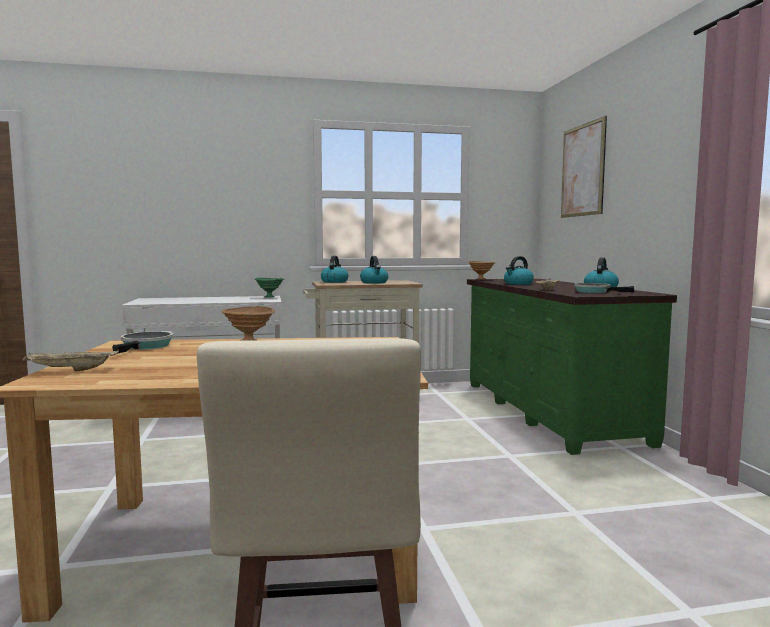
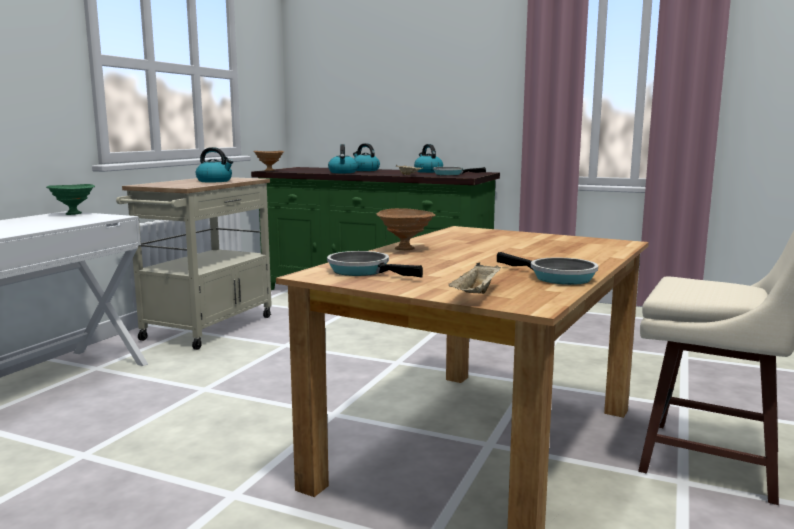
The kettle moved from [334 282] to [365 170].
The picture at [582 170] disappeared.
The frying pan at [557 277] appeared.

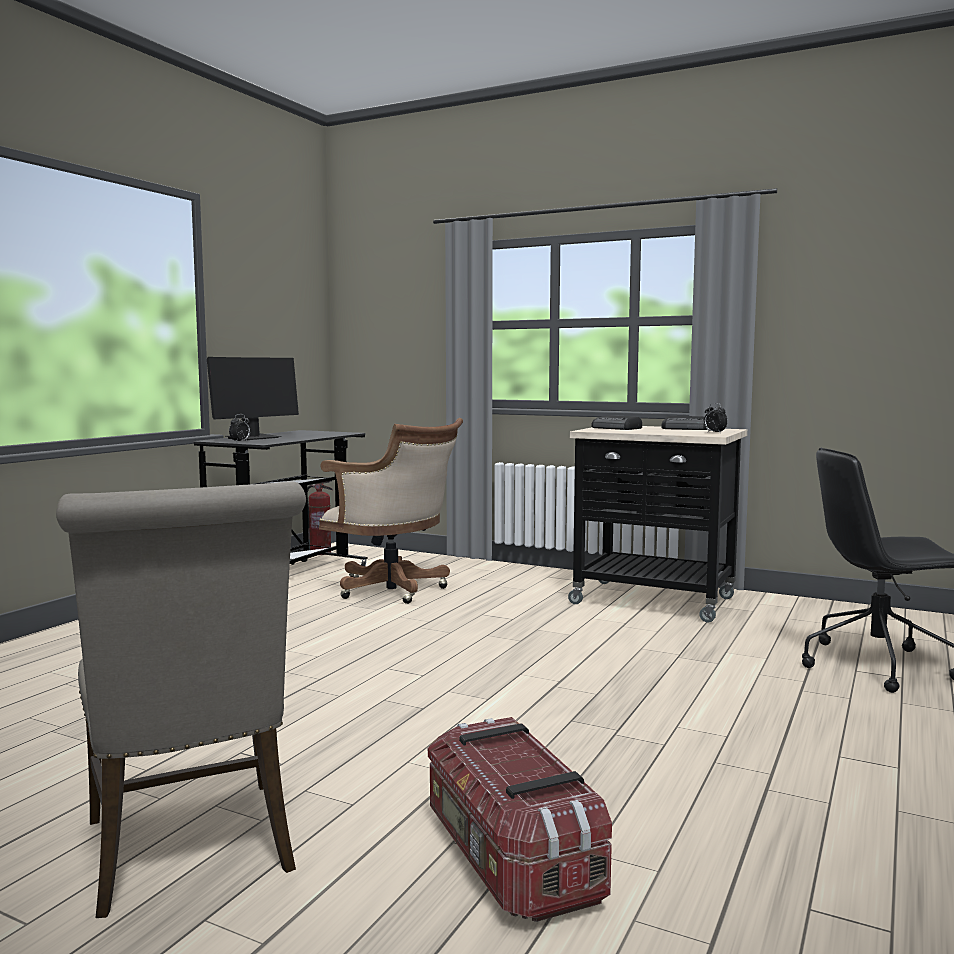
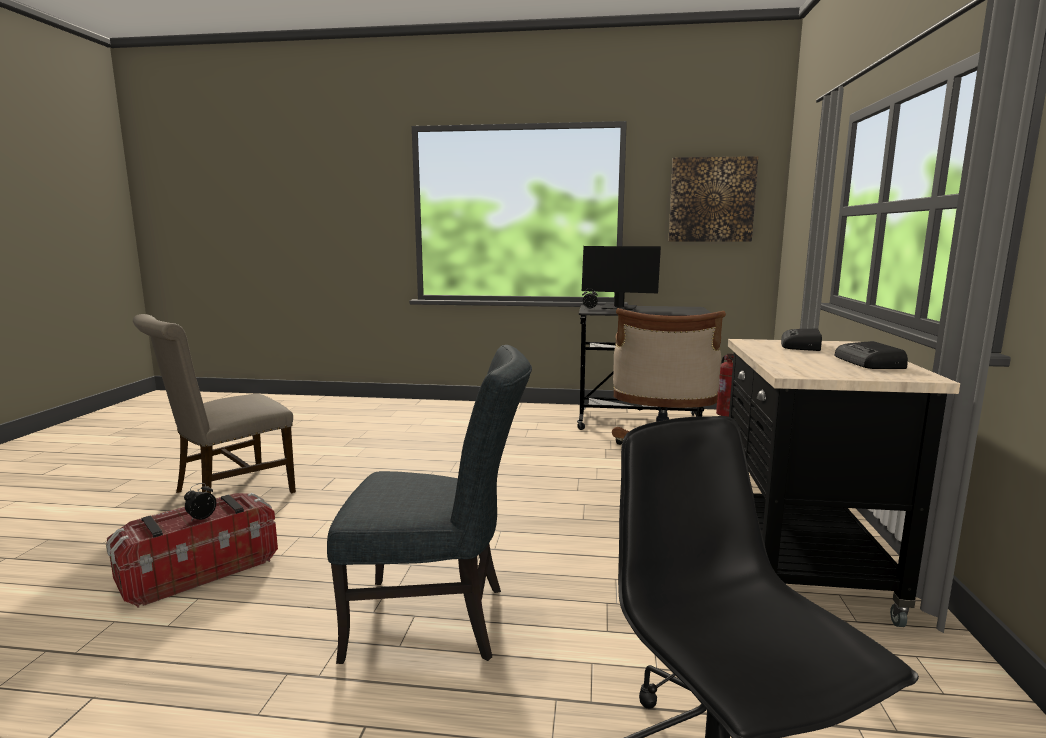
The alarm clock moved from [714 433] to [201 518].
The grey chair at [438 620] appeared.
The picture at [711 200] appeared.

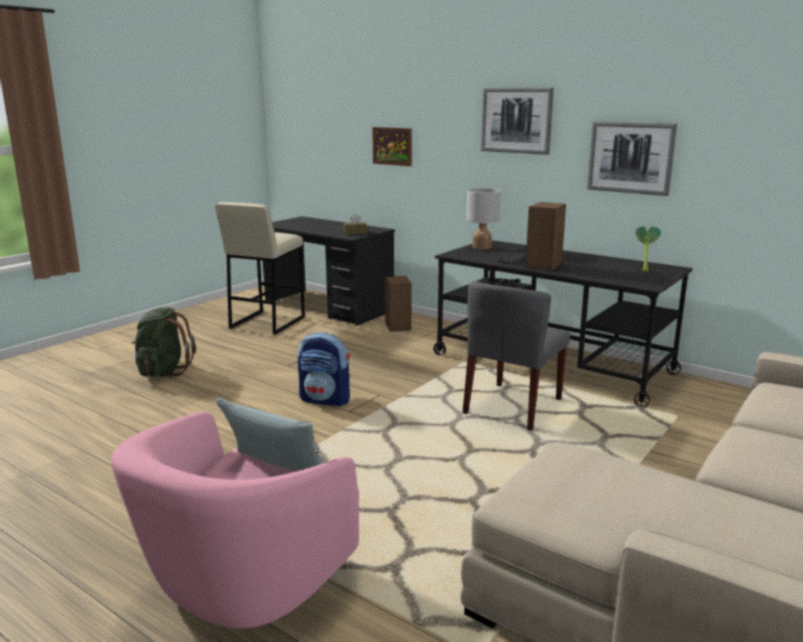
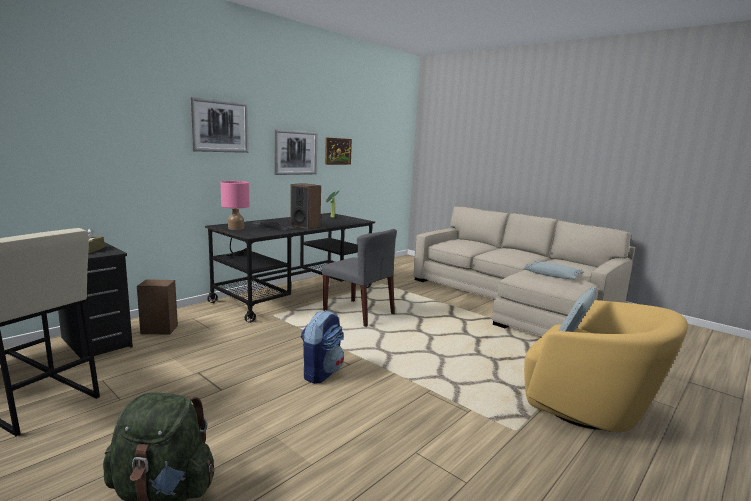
The pink armchair at [245 584] became the yellow armchair at [589 409].
The picture moved from [392 146] to [338 151].
The grey table lamp at [481 247] became the pink table lamp at [235 228].
The blue pillow at [552 274] appeared.

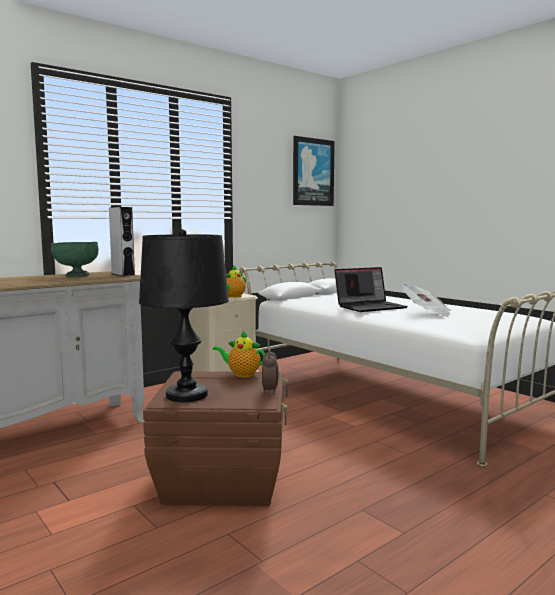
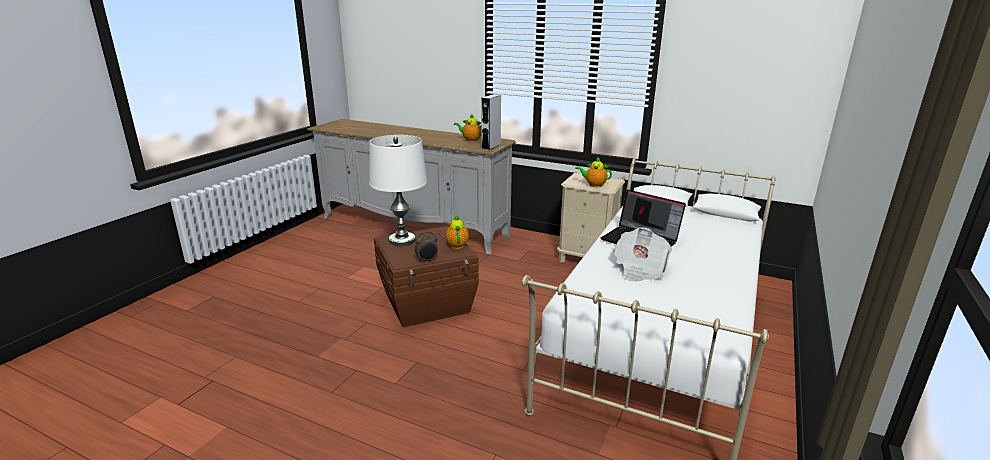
The green bowl at [76 275] was replaced by the teapot at [470 140].
The black table lamp at [186 395] became the white table lamp at [402 240].
The picture at [312 172] disappeared.

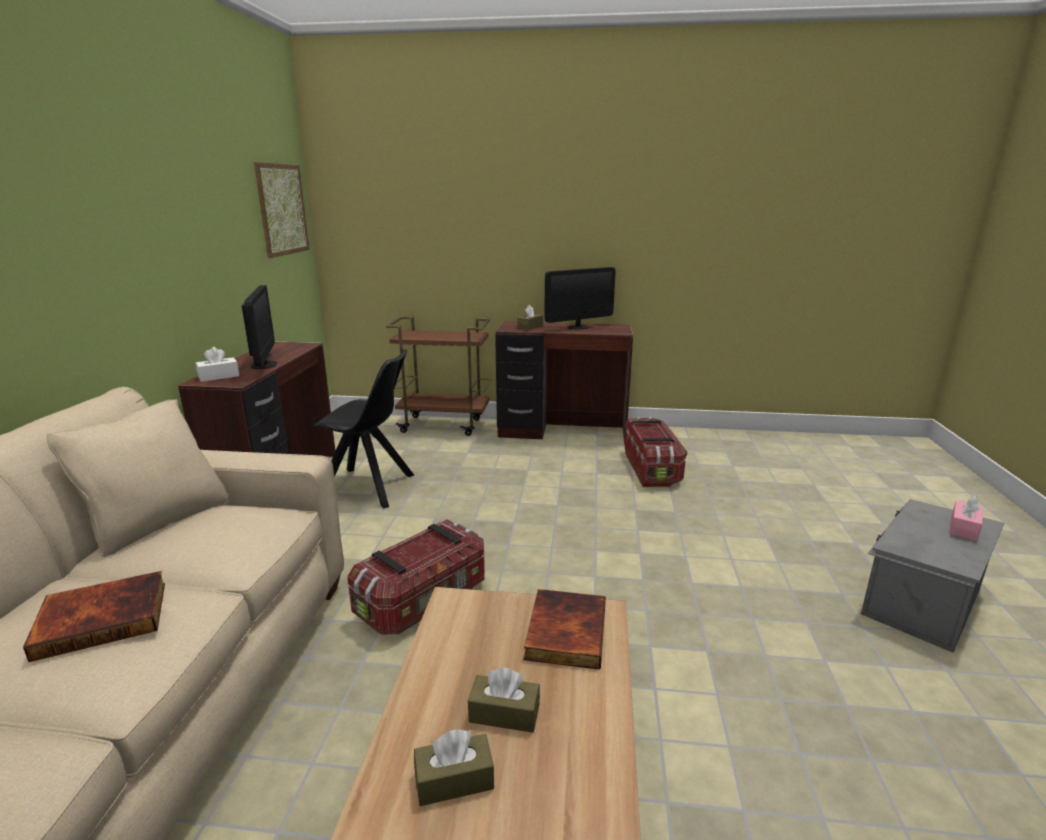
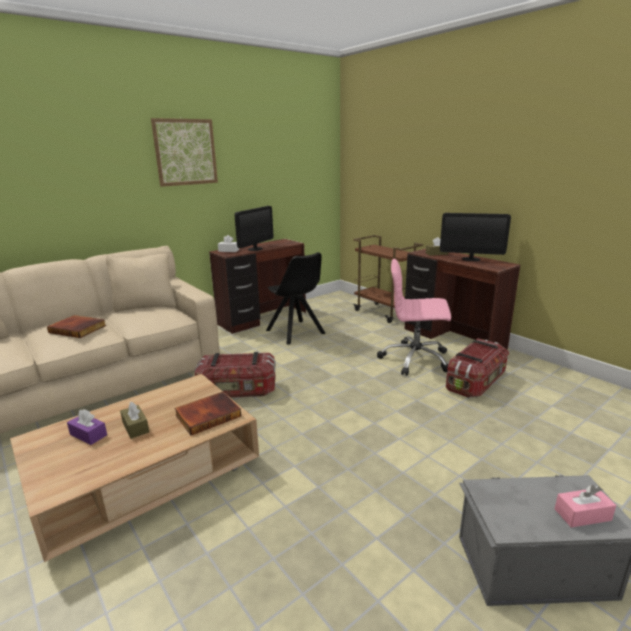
The picture moved from [282 208] to [185 151].
The brown tissue box at [454 780] became the purple tissue box at [88 435].
The pink office chair at [414 359] appeared.

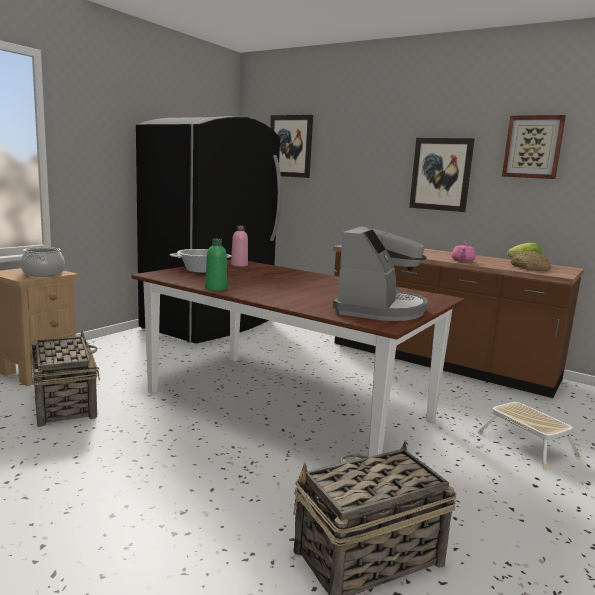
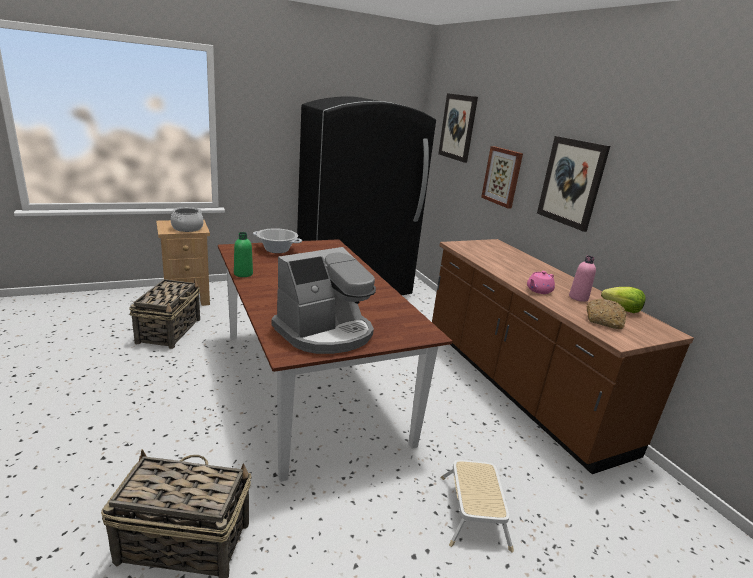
The pink bottle moved from [239 265] to [578 298].
The picture moved from [533 147] to [502 176].

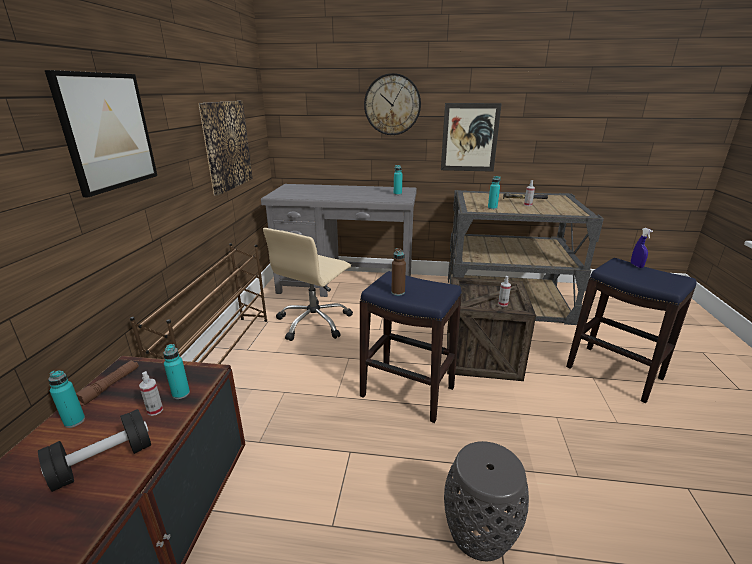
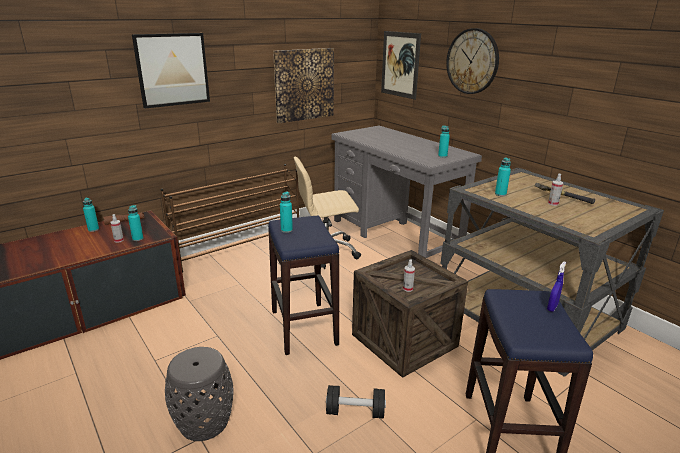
The black dumbbell moved from [103 462] to [355 411].
The brown bottle at [398 292] became the turquoise bottle at [286 230].
The picture moved from [469 138] to [400 64].

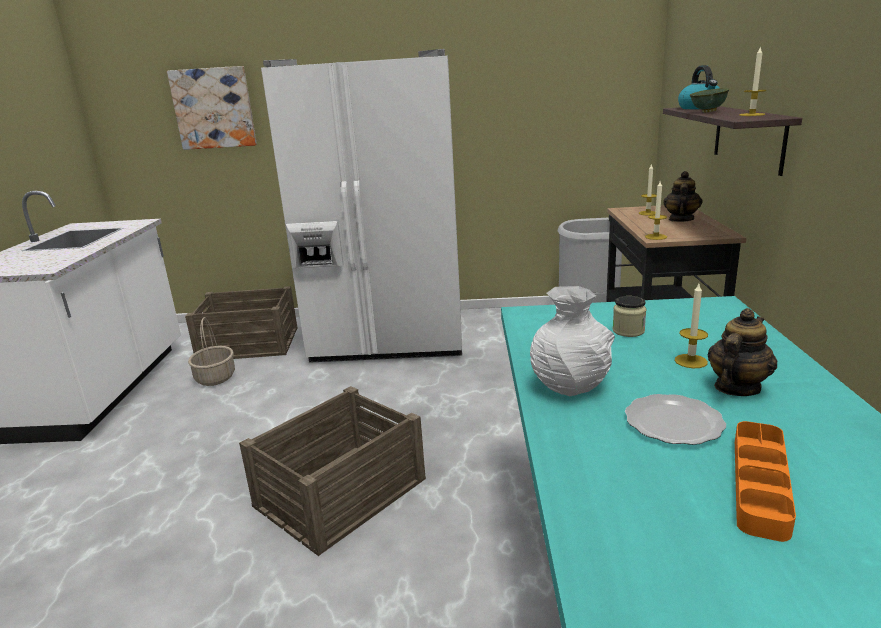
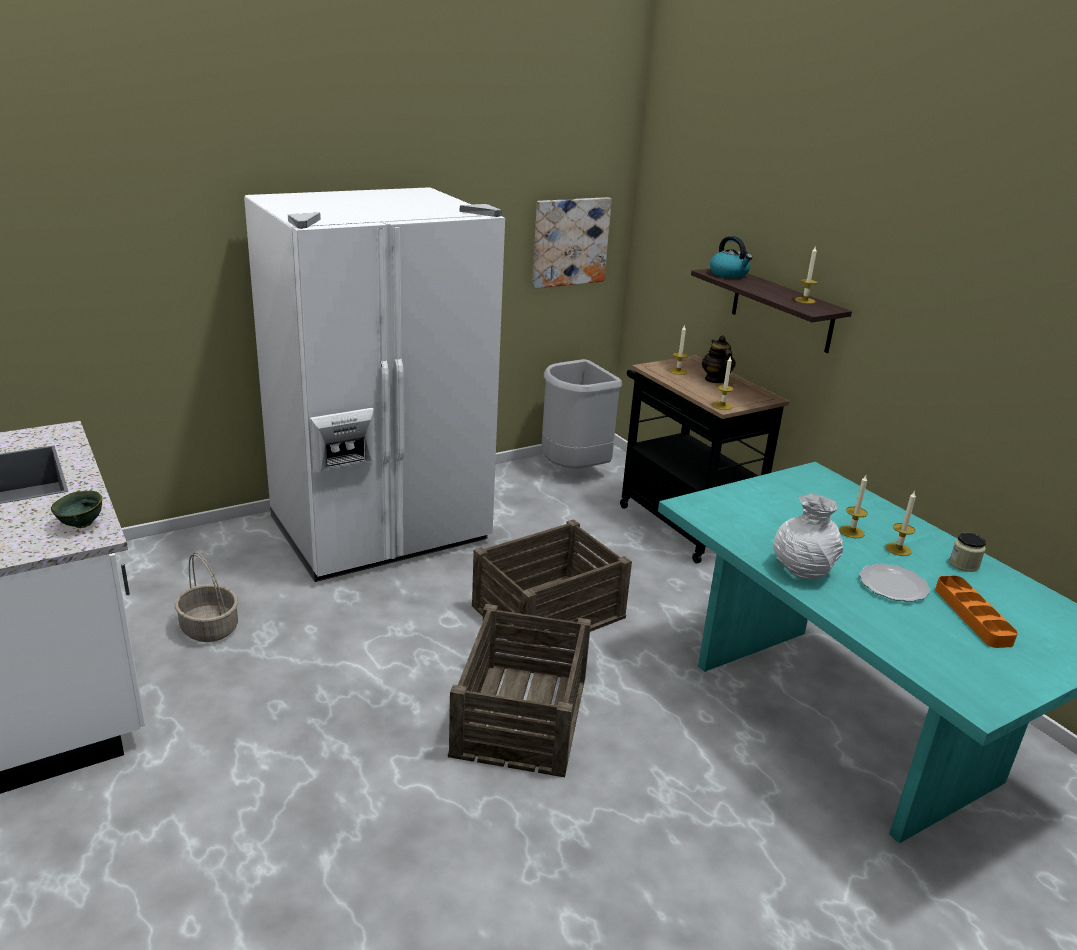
The picture moved from [213 108] to [570 242].
The crate moved from [248 343] to [547 611].
The jar moved from [628 331] to [964 564].
The green bowl moved from [708 112] to [82 525].
The teapot at [736 388] was replaced by the candle at [898 549].

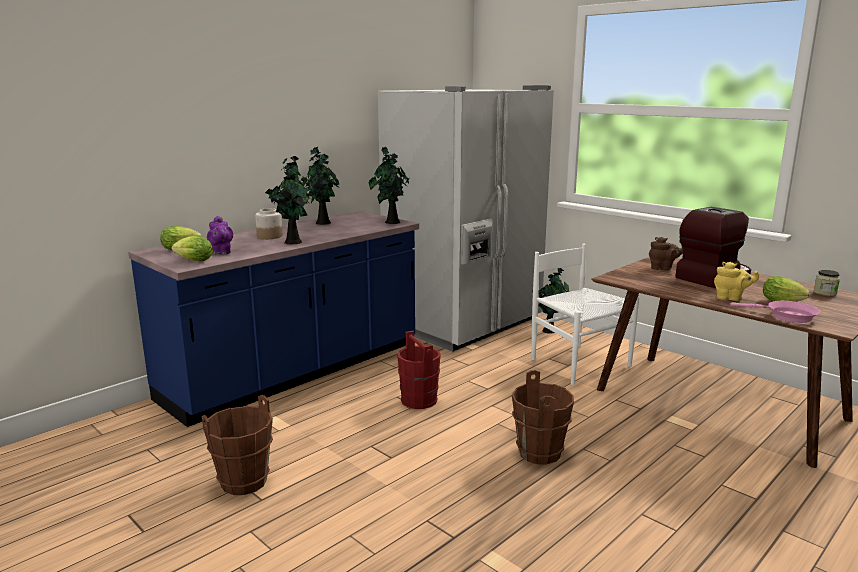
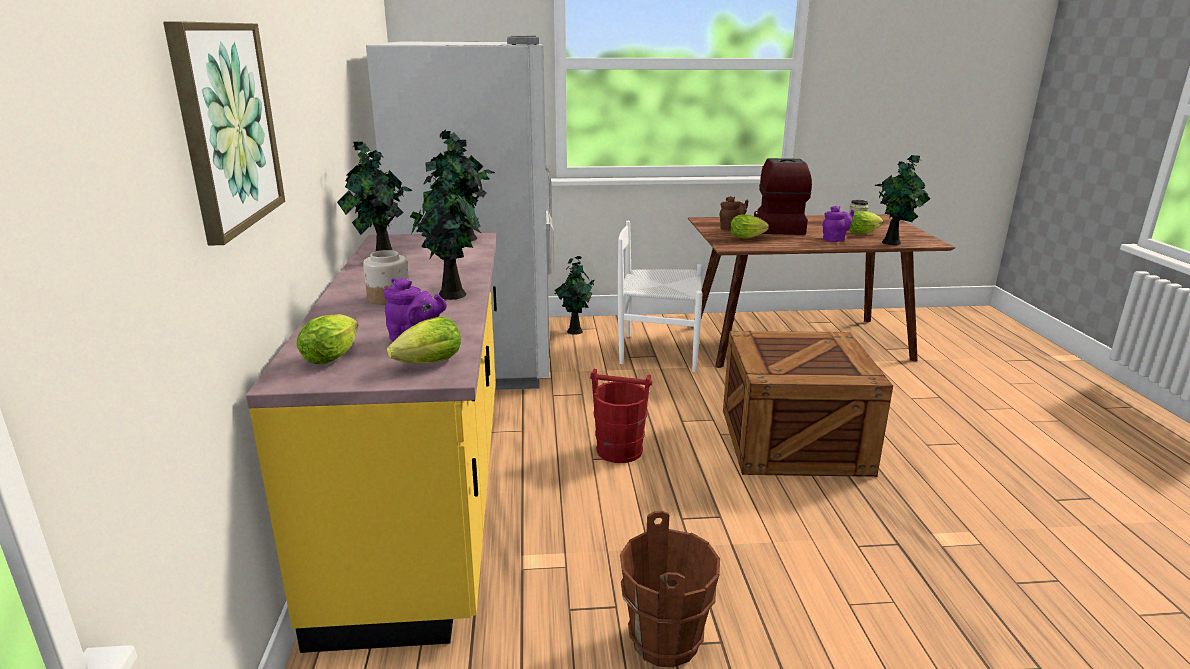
The blue counter at [295 372] became the yellow counter at [426 495].
The brown bucket at [540 453] was replaced by the crate at [795 440].
The yellow teapot at [731 298] became the purple teapot at [835 239].
The pink frying pan at [786 316] was replaced by the potted plant at [893 243].
The picture at [226 126] appeared.
The lettuce at [748 237] appeared.

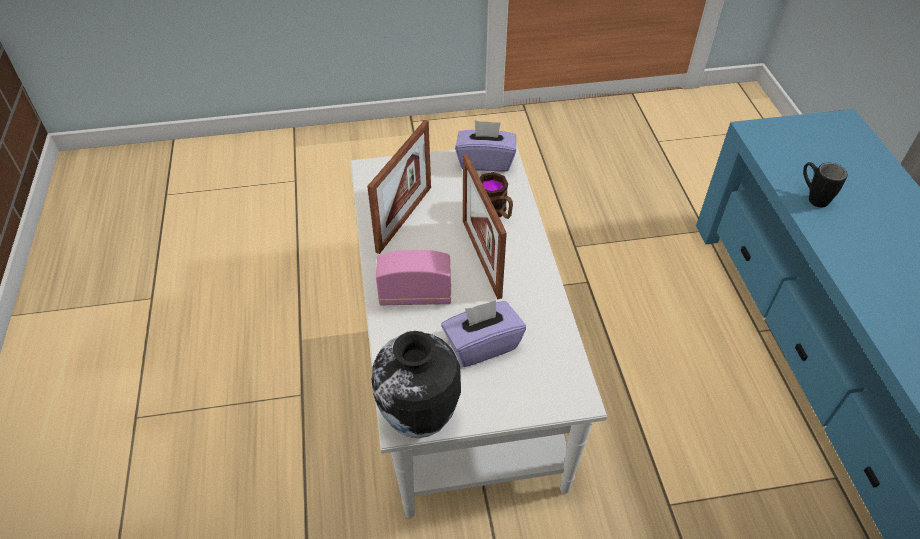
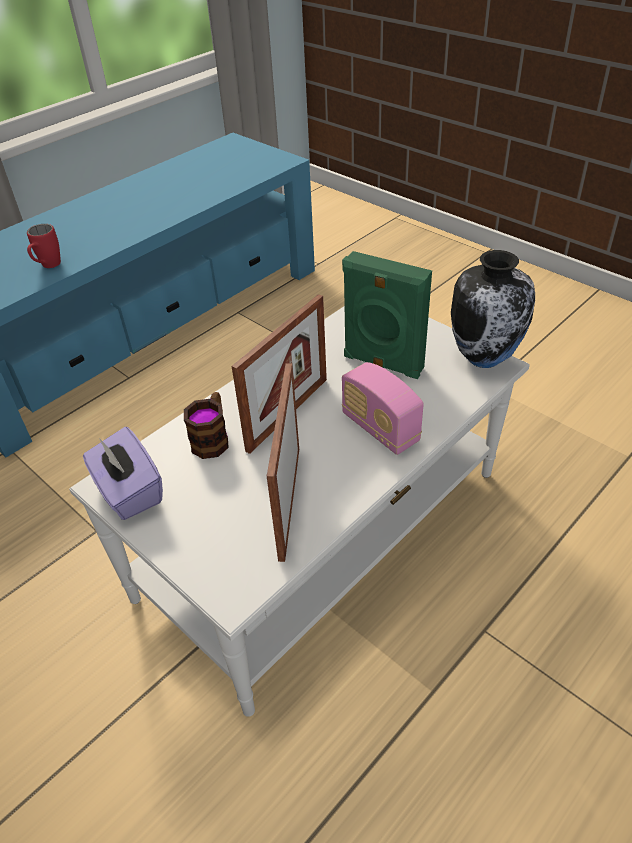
The picture frame at [404 218] turned 75 degrees counterclockwise.
The purple tissue box at [482 345] was replaced by the green speaker at [382 364].
The black mug at [812 197] became the red mug at [48 267].

